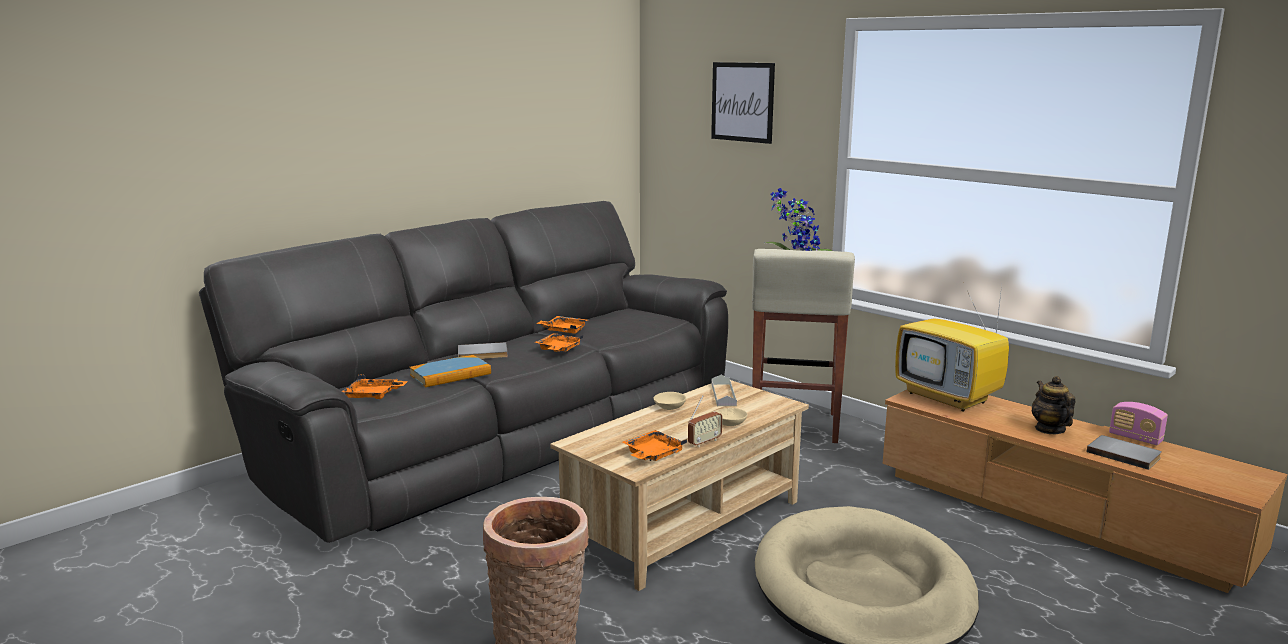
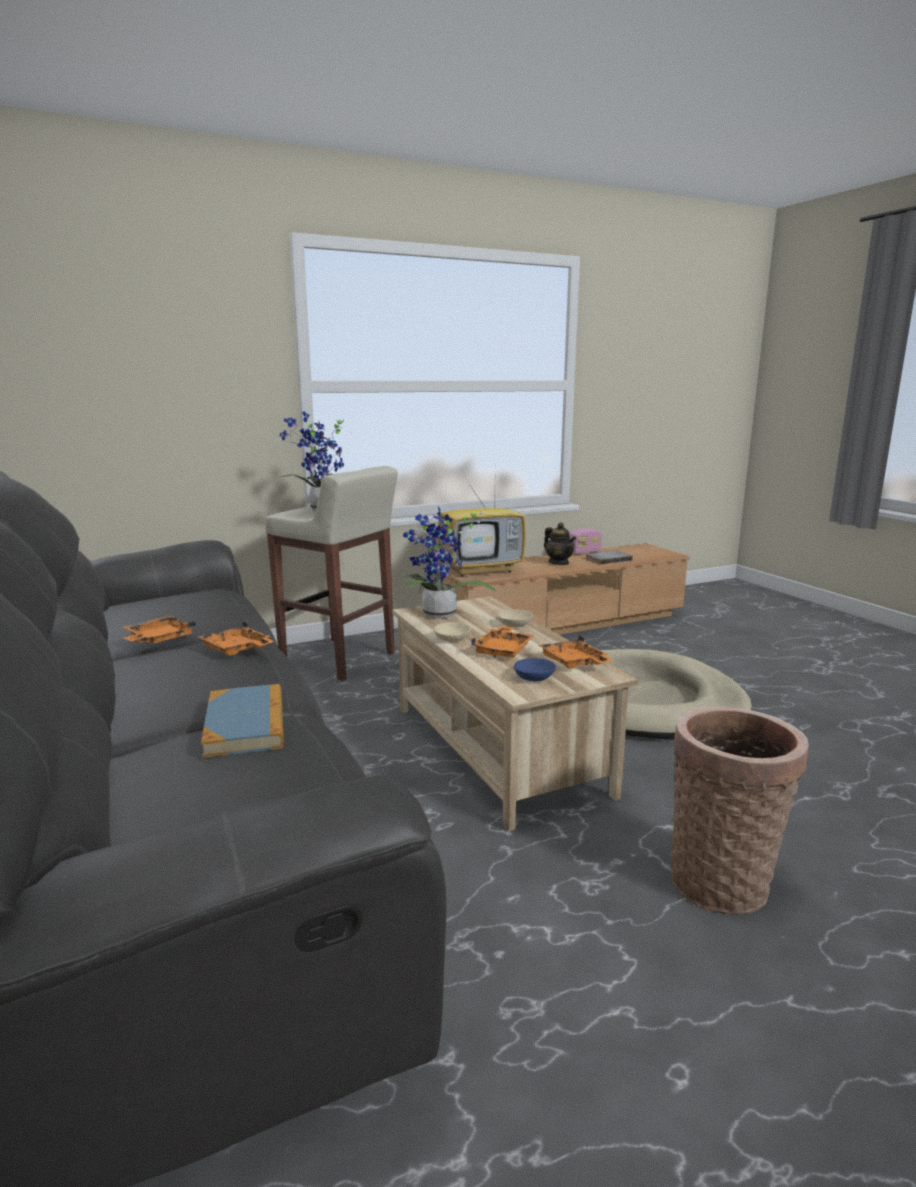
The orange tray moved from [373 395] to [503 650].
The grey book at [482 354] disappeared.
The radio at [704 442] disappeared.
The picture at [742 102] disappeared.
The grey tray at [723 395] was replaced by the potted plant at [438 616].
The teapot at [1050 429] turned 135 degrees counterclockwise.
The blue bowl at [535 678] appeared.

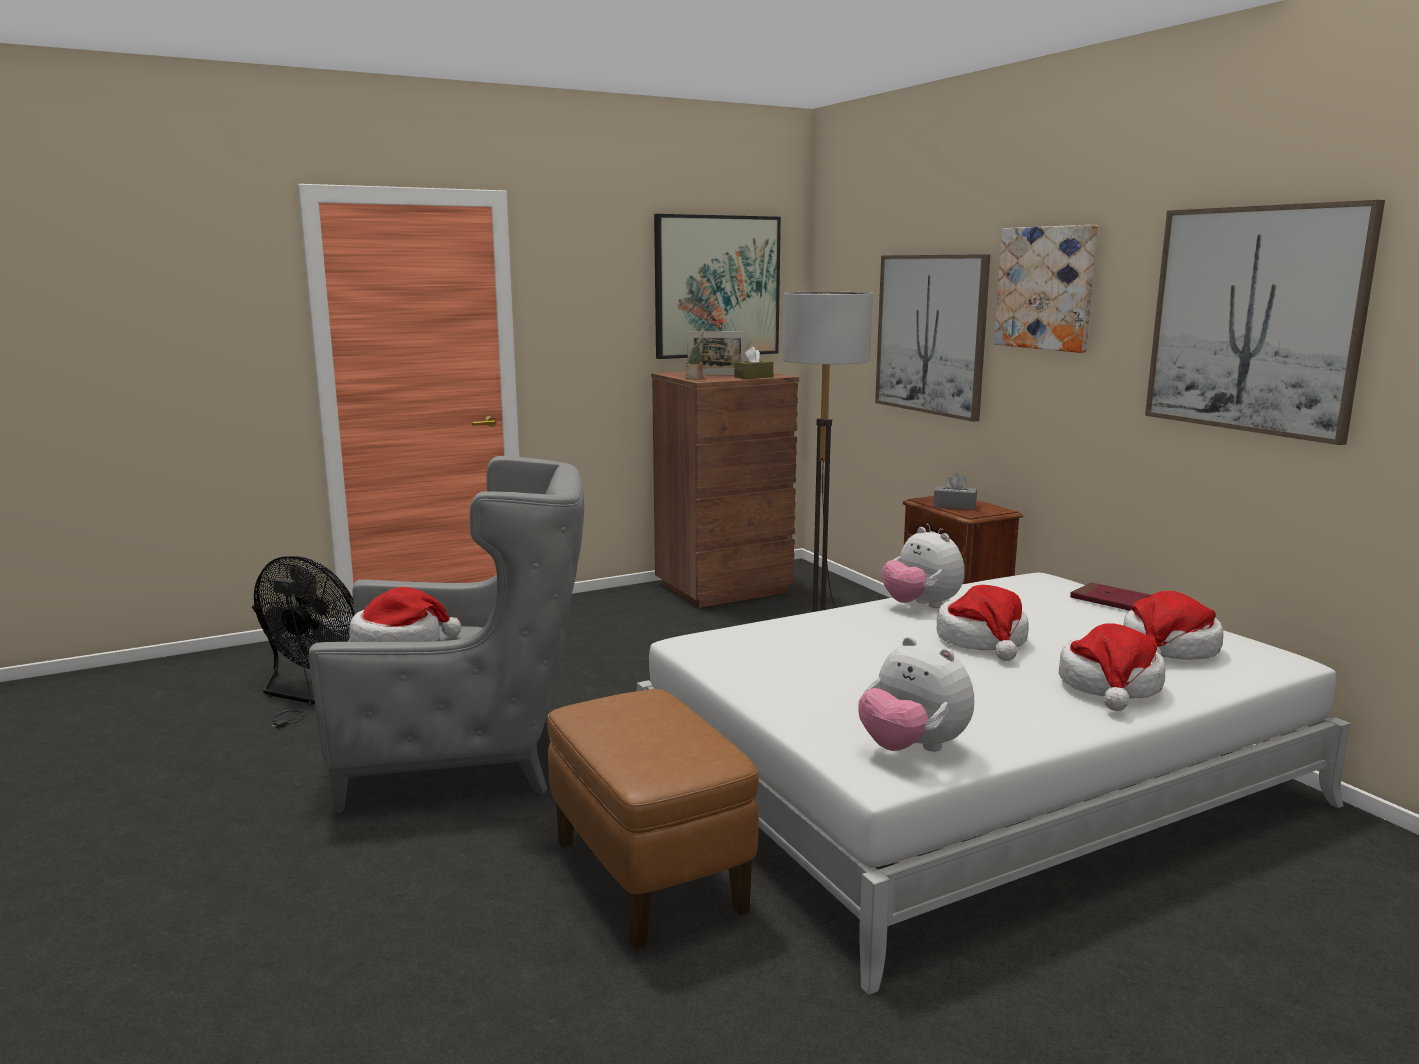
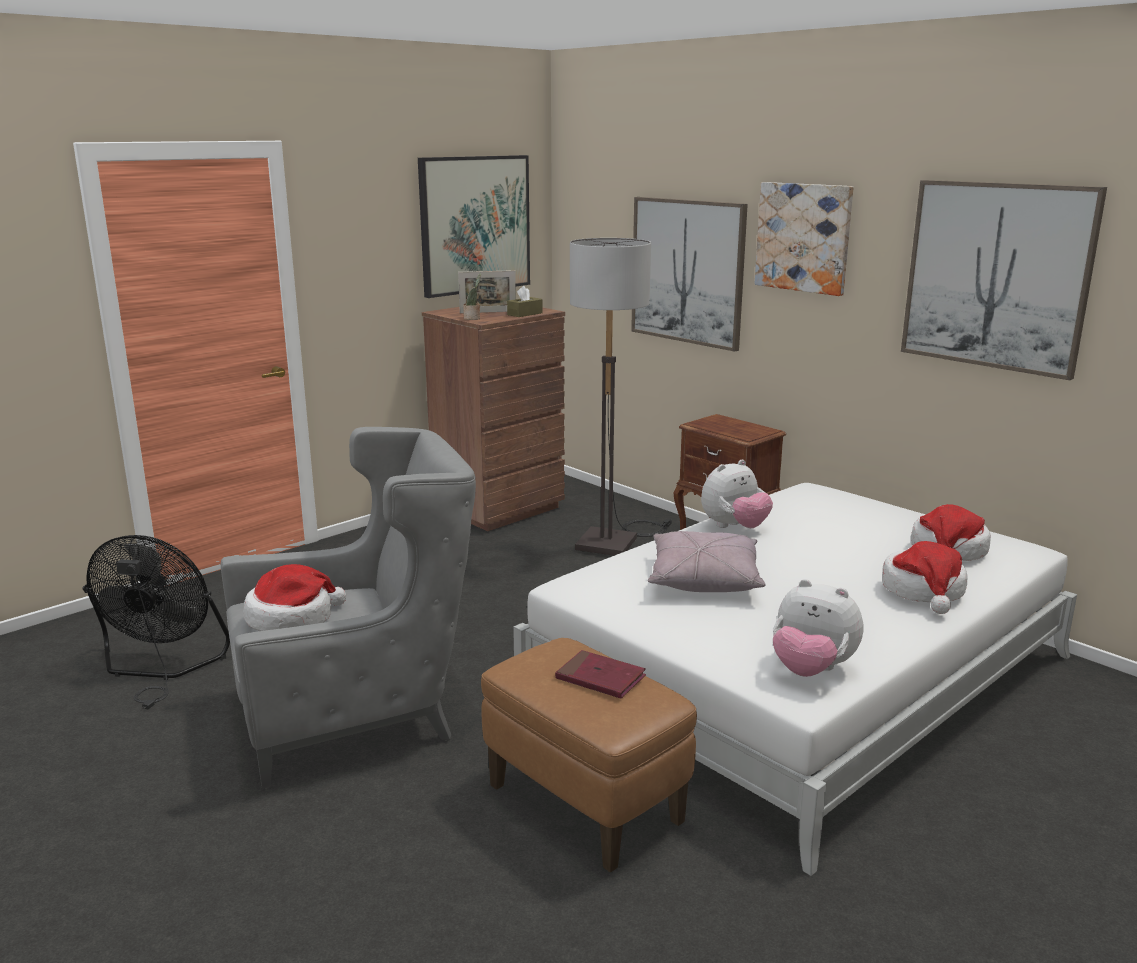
The plush toy at [921 606] turned 75 degrees counterclockwise.
The grey tissue box at [954 506] disappeared.
The hat at [983 640] disappeared.
The red book moved from [1109 600] to [600 678].
The purple pillow at [704 579] appeared.

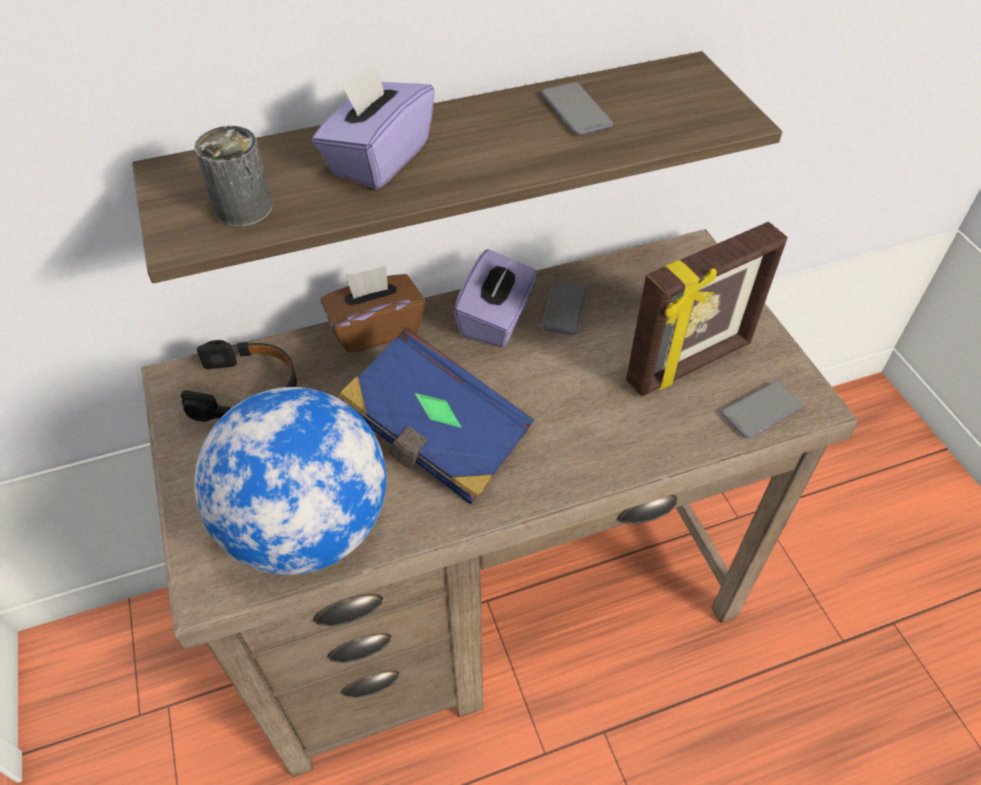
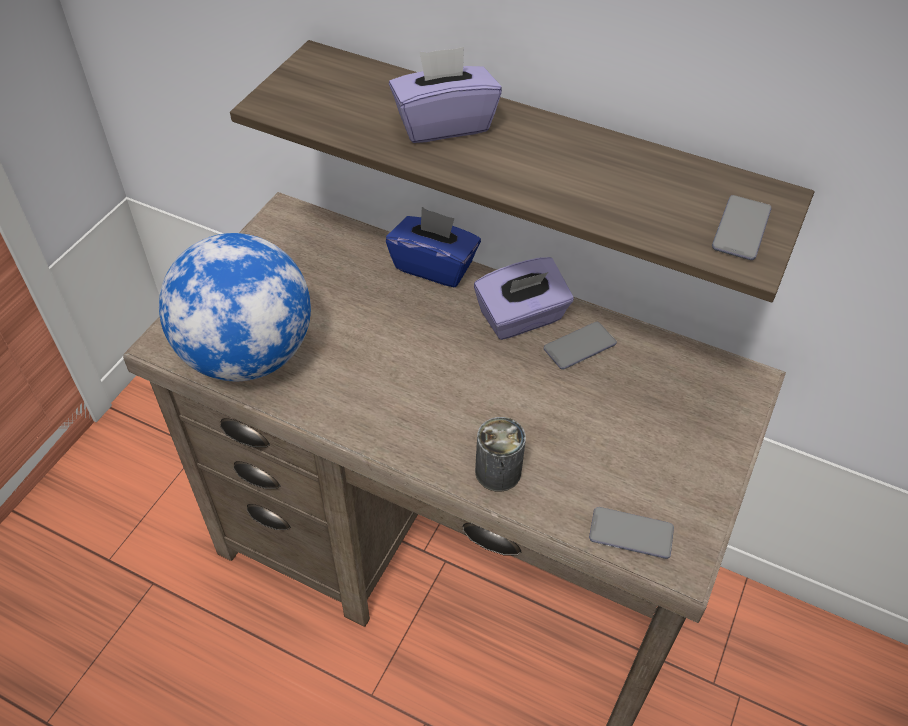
The black headphones at [246 391] disappeared.
The can moved from [243 208] to [498 471].
The brown tissue box at [376 329] became the blue tissue box at [434 266].
The blue book at [437 437] disappeared.
The phone moved from [576 110] to [741 229].
The picture frame at [690 364] disappeared.

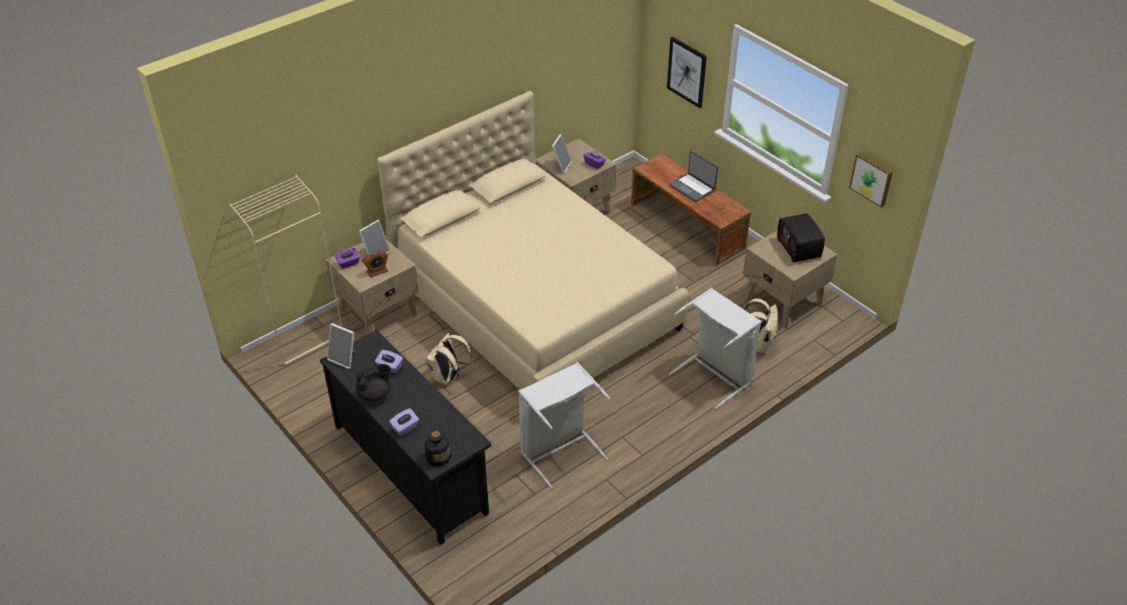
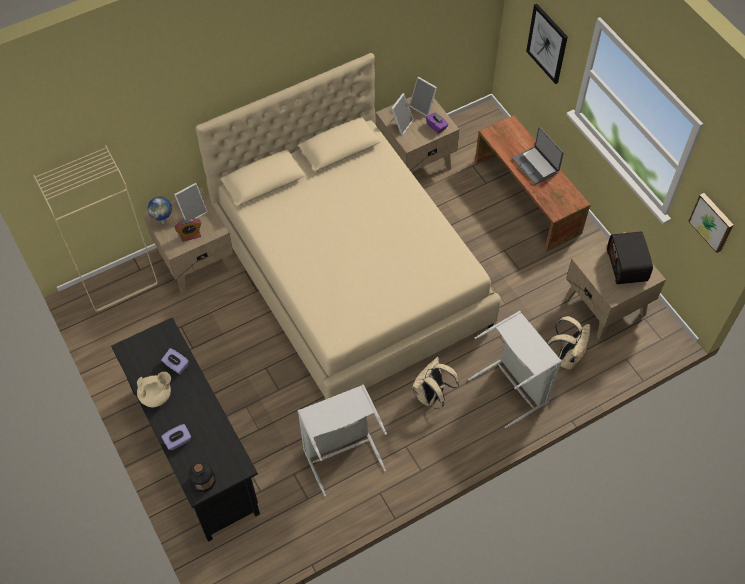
The picture frame moved from [344 358] to [423 107].
The purple tissue box at [348 263] was replaced by the globe at [164 221].
The black teapot at [375 394] became the beige teapot at [156 396].
The beige backpack moved from [448 378] to [431 396].

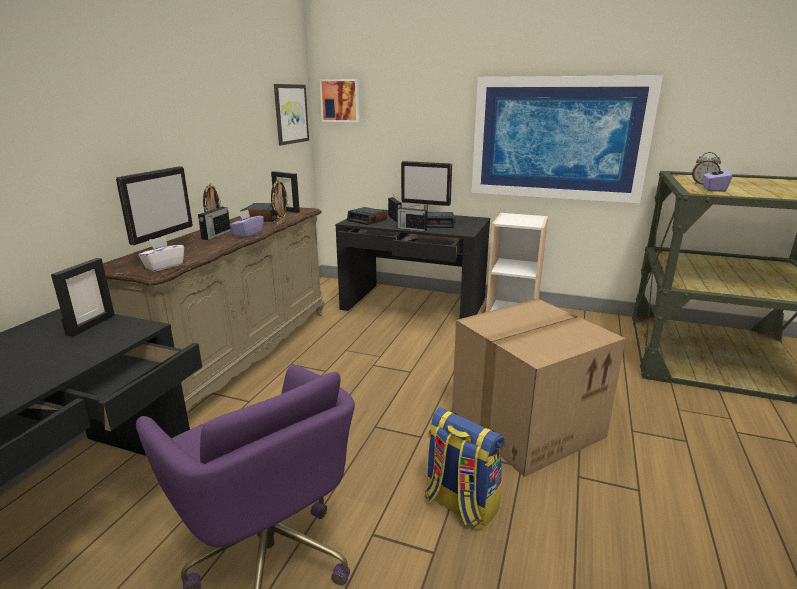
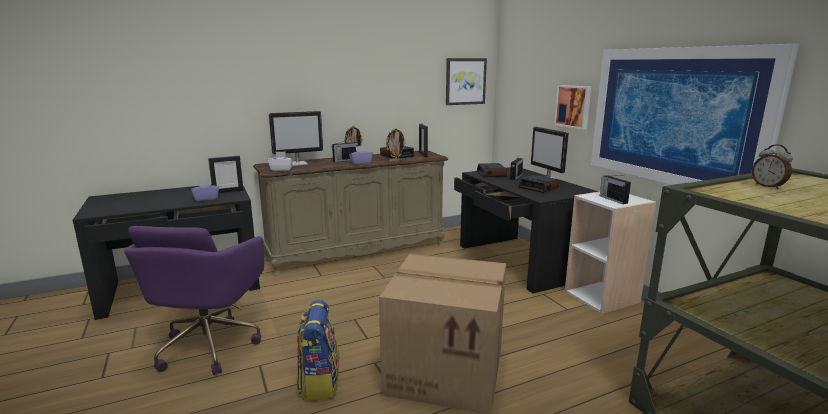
The picture moved from [340 100] to [573 106].
The radio moved from [411 229] to [613 199].
The purple tissue box moved from [713 189] to [206 198].

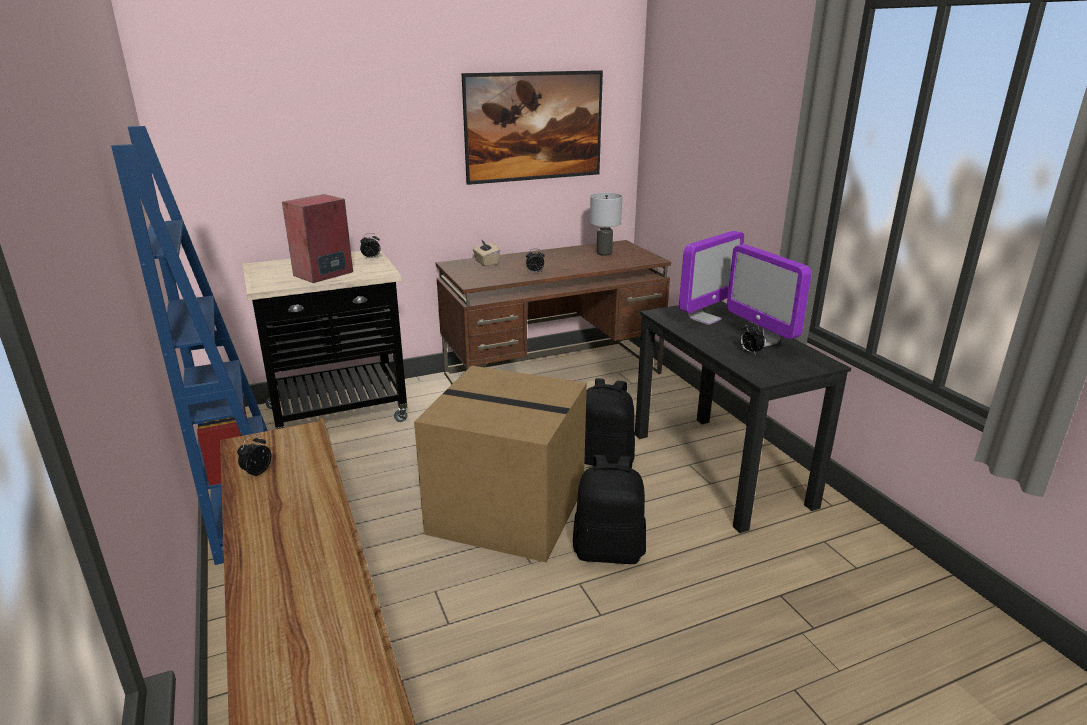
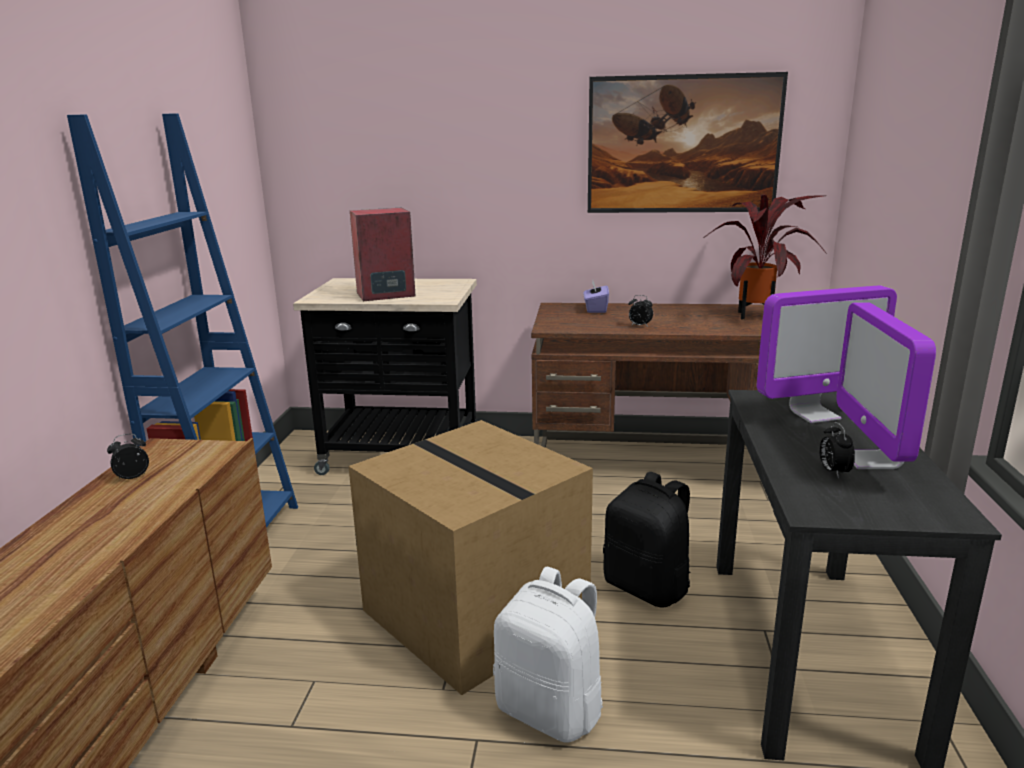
The alarm clock at [371 258] disappeared.
The beige tissue box at [486 263] became the purple tissue box at [595 309].
The black backpack at [609 550] became the white backpack at [551 710].
The white table lamp at [605 253] was replaced by the potted plant at [759 316].

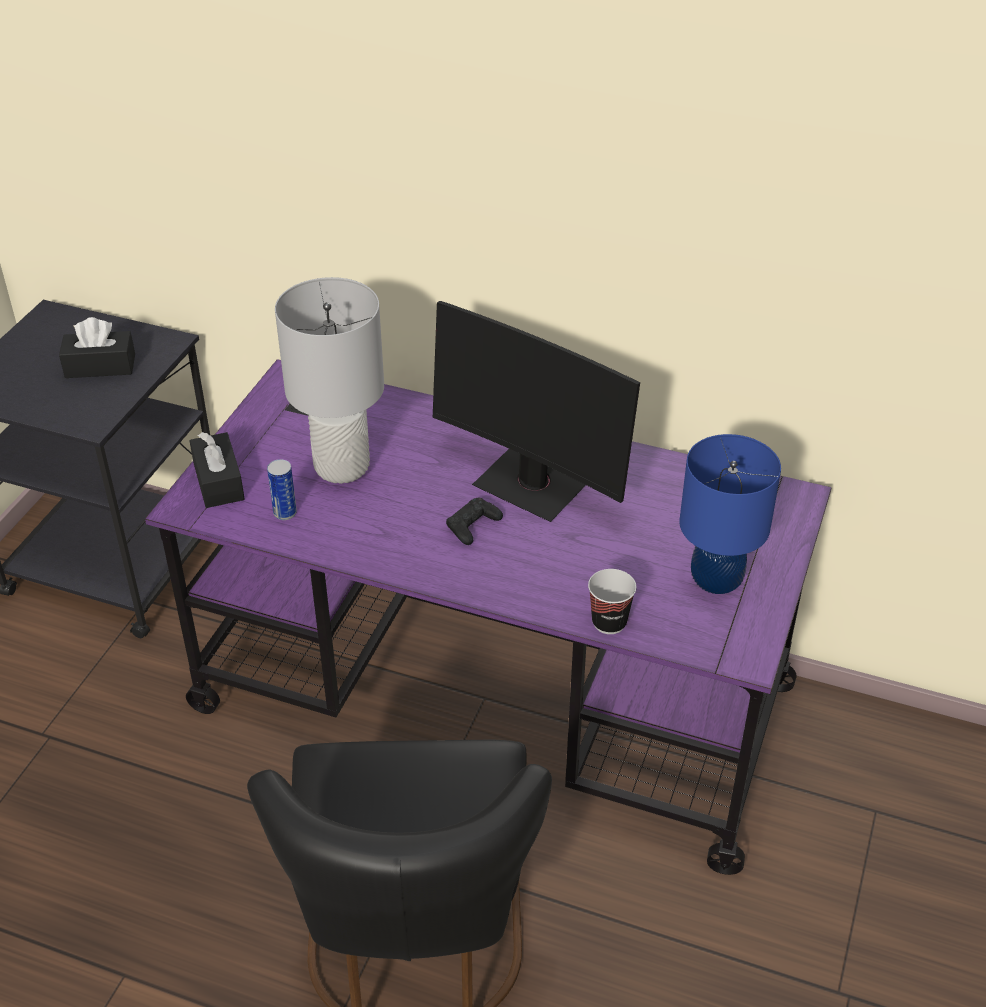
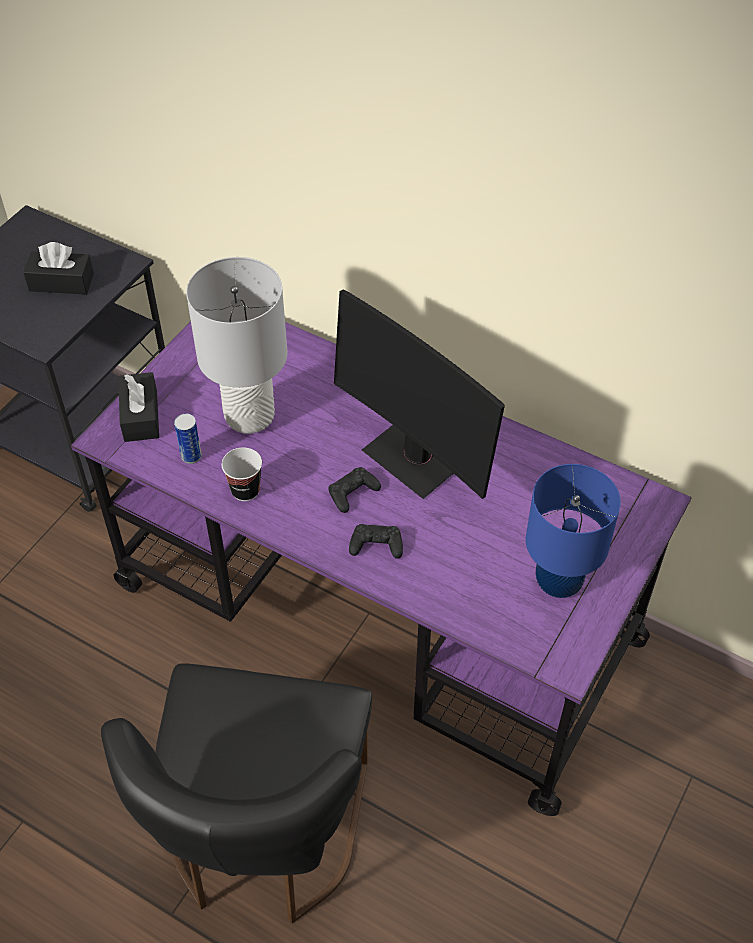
The cup moved from [609 622] to [245 490].
The black game controller at [376 545] appeared.

